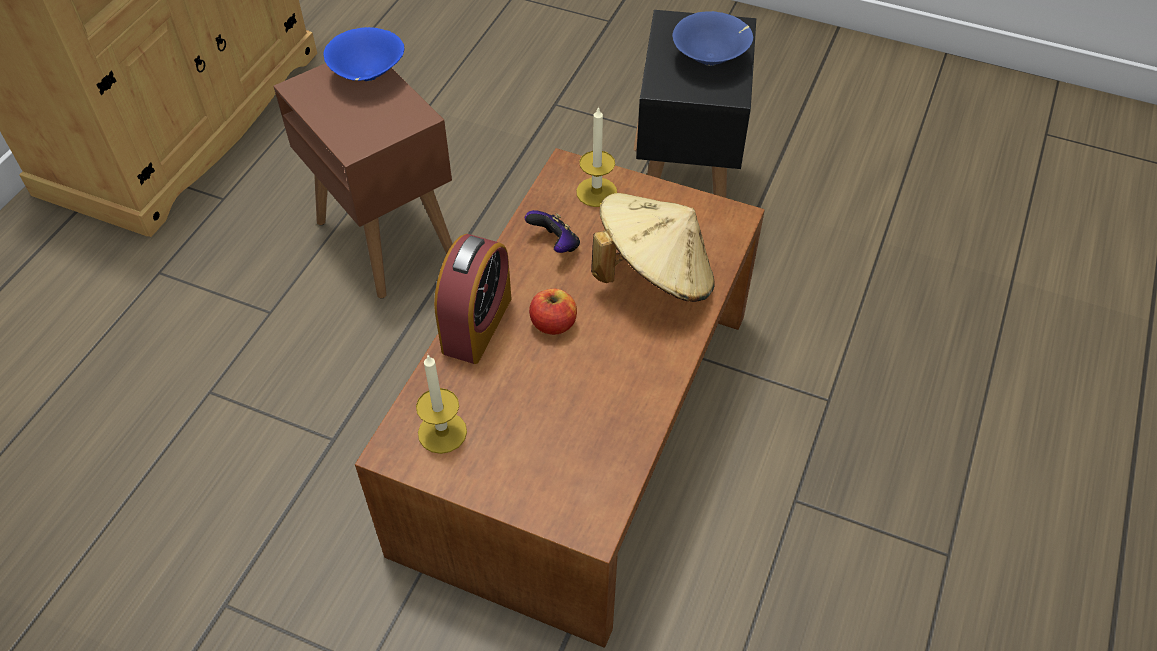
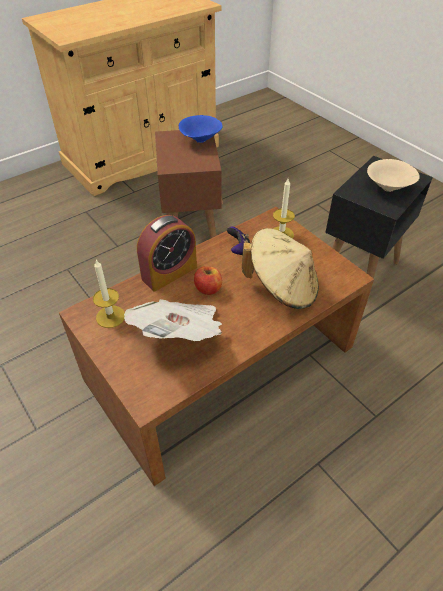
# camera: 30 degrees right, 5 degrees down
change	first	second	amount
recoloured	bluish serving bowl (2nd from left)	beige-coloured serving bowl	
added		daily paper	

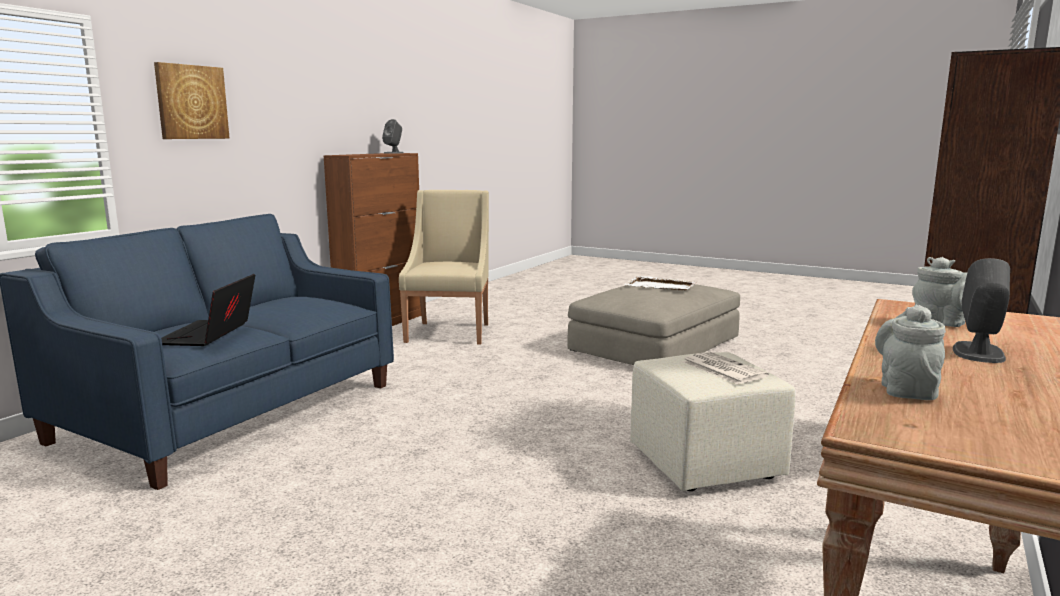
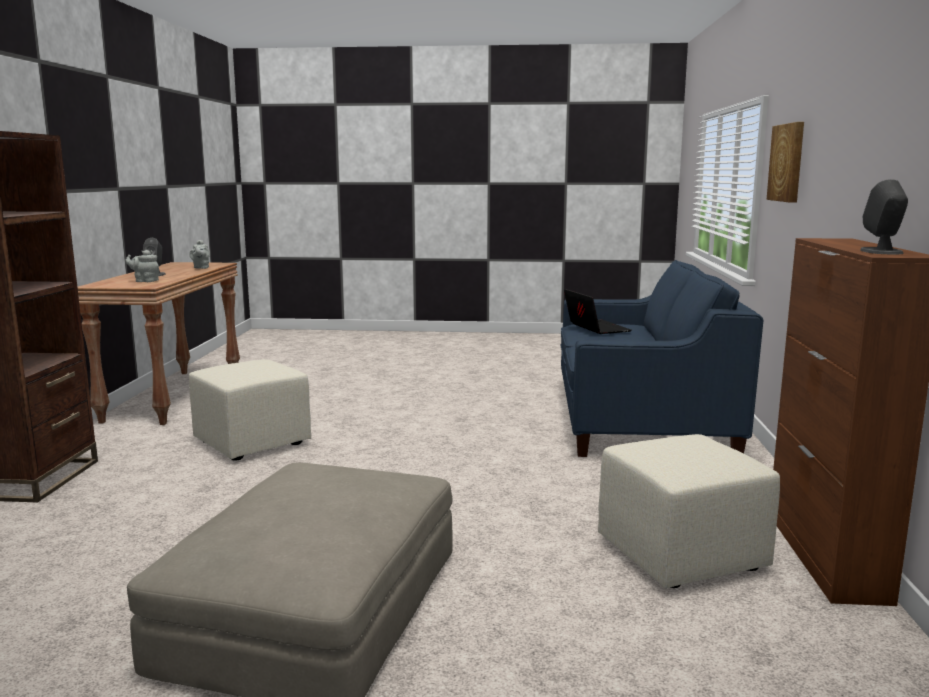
# camera: 155 degrees right, 0 degrees up
change	first	second	amount
replaced	beige-coloured lounge chair	beige-coloured footrest (3rd from left)	
removed	white-coloured carrying tray		
removed	daily paper		

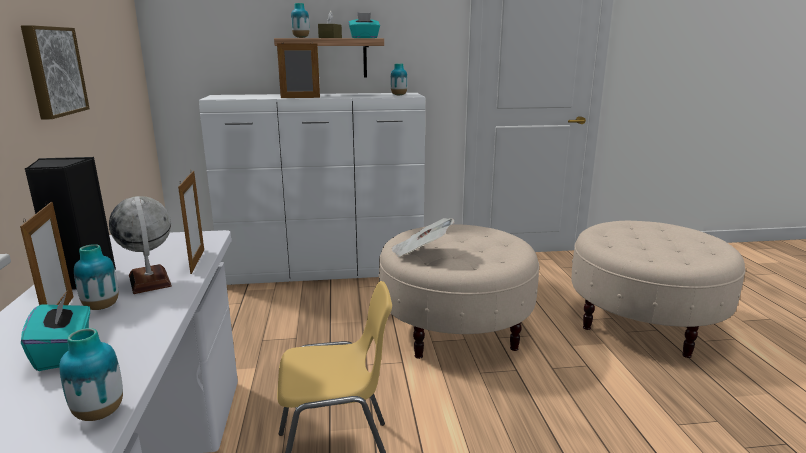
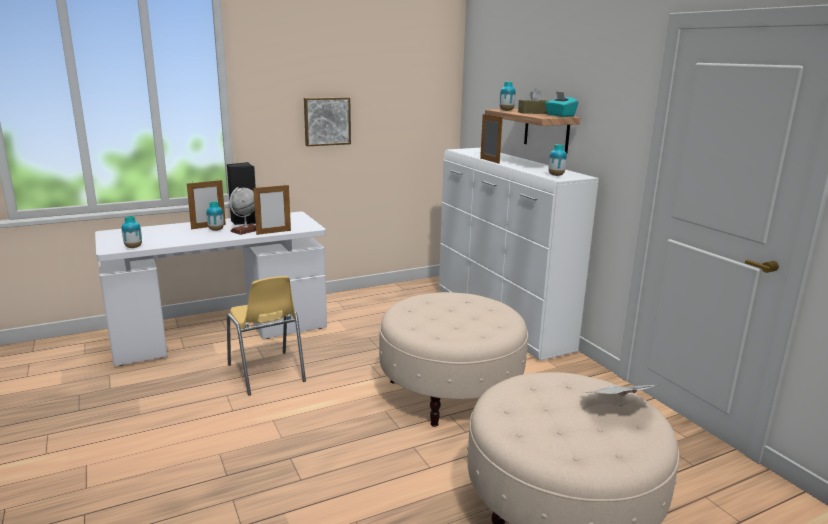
# camera: 70 degrees right, 0 degrees up
change	first	second	amount
moved	daily paper		
removed	turquoise tissue holder (1st from left)		

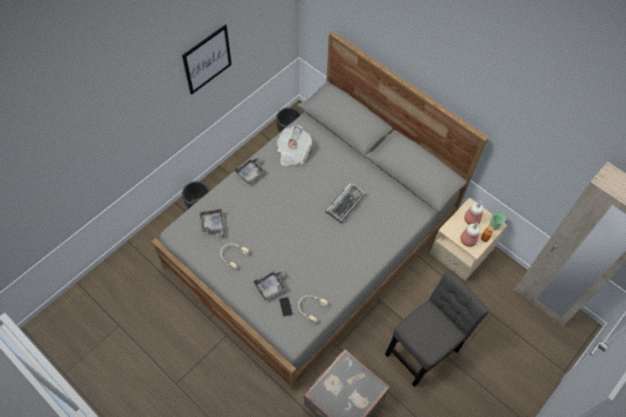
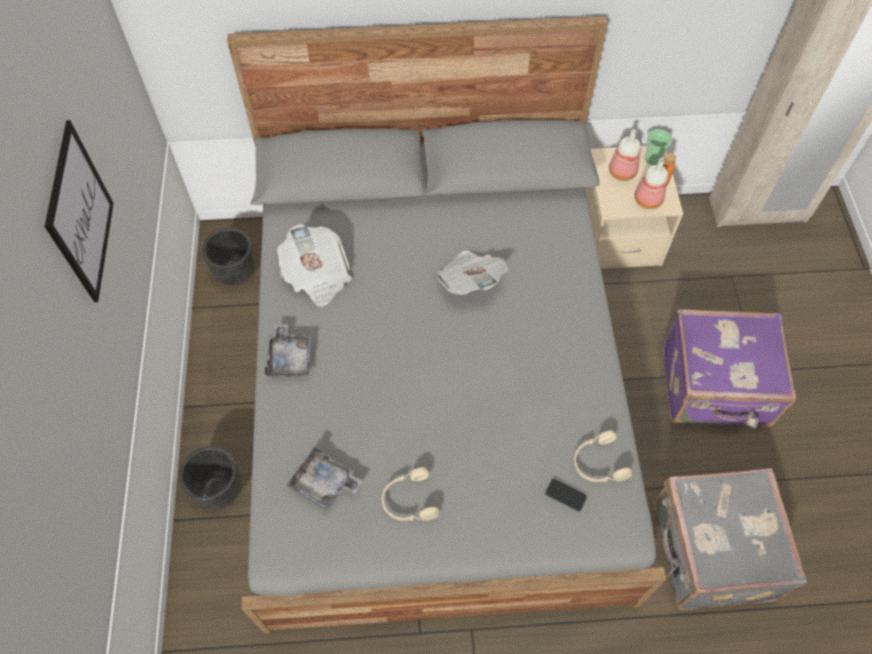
# camera: 45 degrees left, 0 degrees up
change	first	second	amount
replaced	keyboard	daily paper (2nd from left)	
removed	gray carrying tray (3rd from left)		
replaced	gray upright chair	purplish piece of luggage	

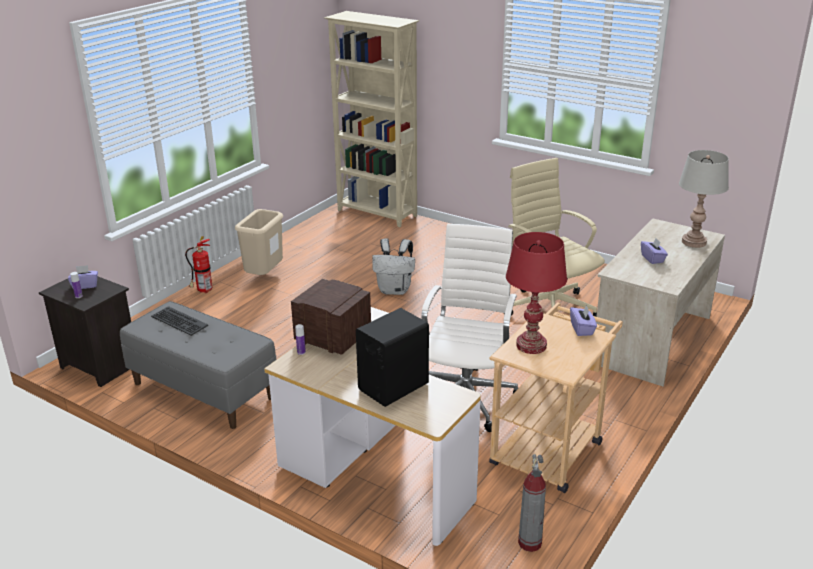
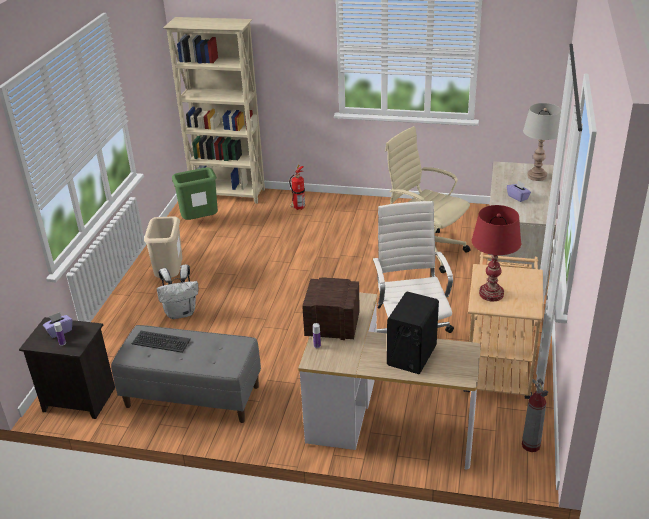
# camera: 20 degrees left, 5 degrees up
change	first	second	amount
moved	extinguisher (1st from left)		
moved	white-coloured knapsack		
removed	purplish tissue holder (2nd from left)		
added		green trash can	

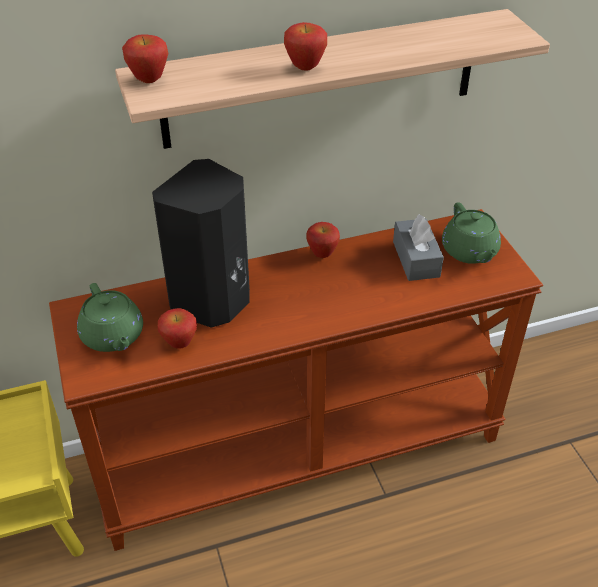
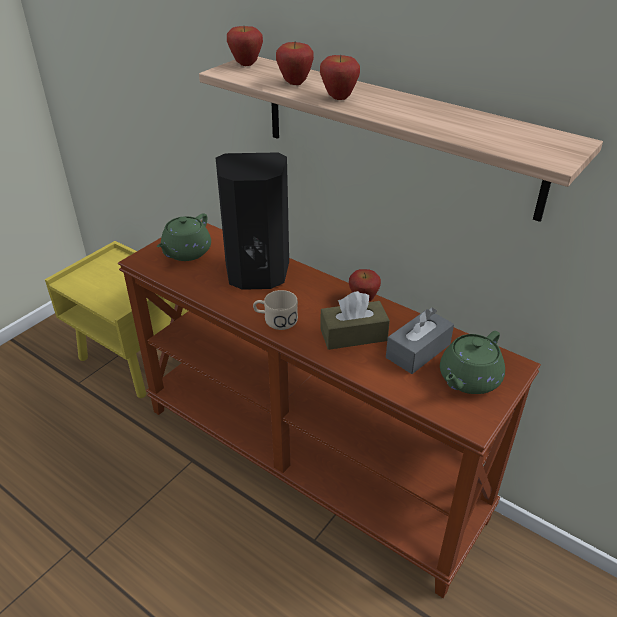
# camera: 55 degrees right, 5 degrees down
change	first	second	amount
moved	apple (2nd from left)		
added		beige-coloured tea mug	
added		brownish tissue holder	

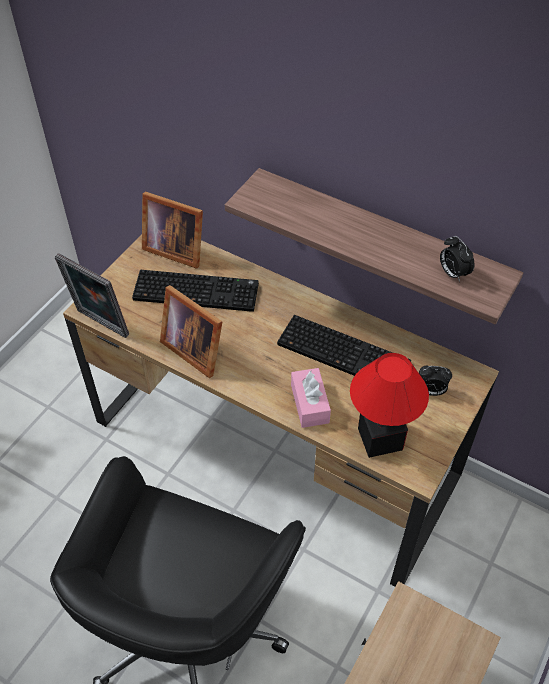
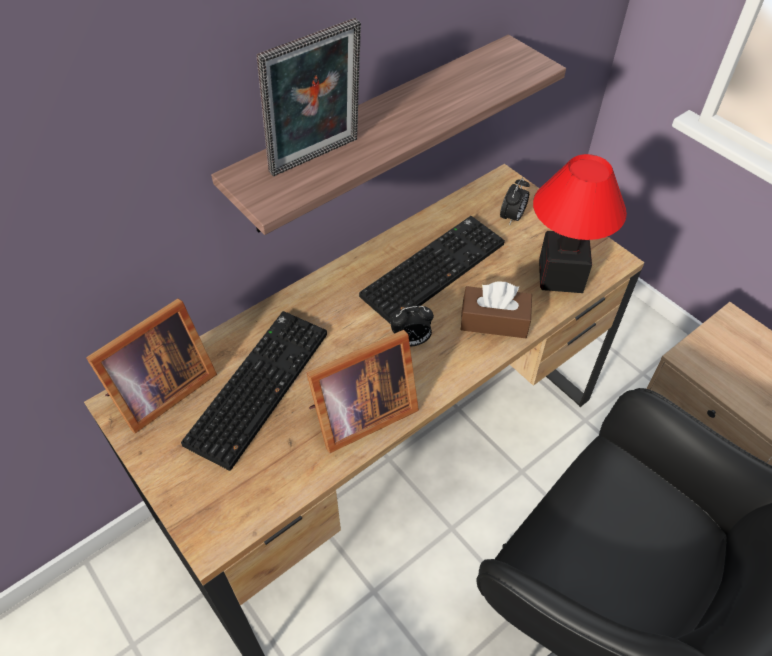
# camera: 70 degrees left, 0 degrees up
change	first	second	amount
moved	table clock (2nd from left in the first image)	table clock (1st from left)	
moved	standing frame (1st from left in the first image)	standing frame (2nd from left)	
recoloured	pinkish tissue holder	brownish tissue holder	

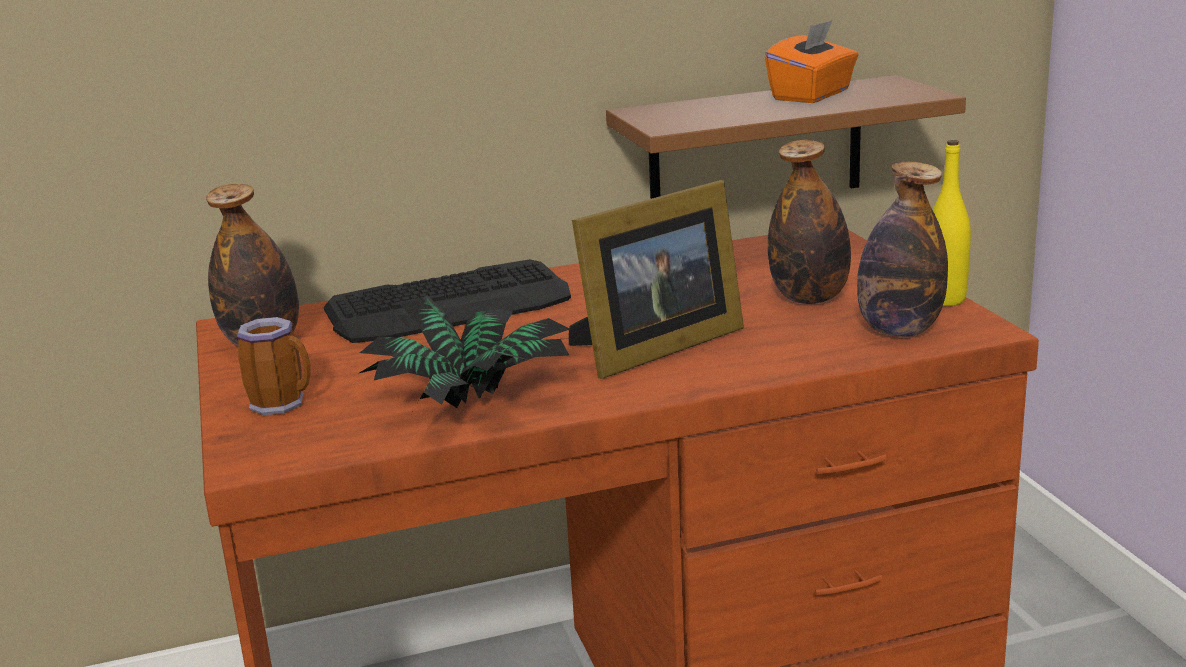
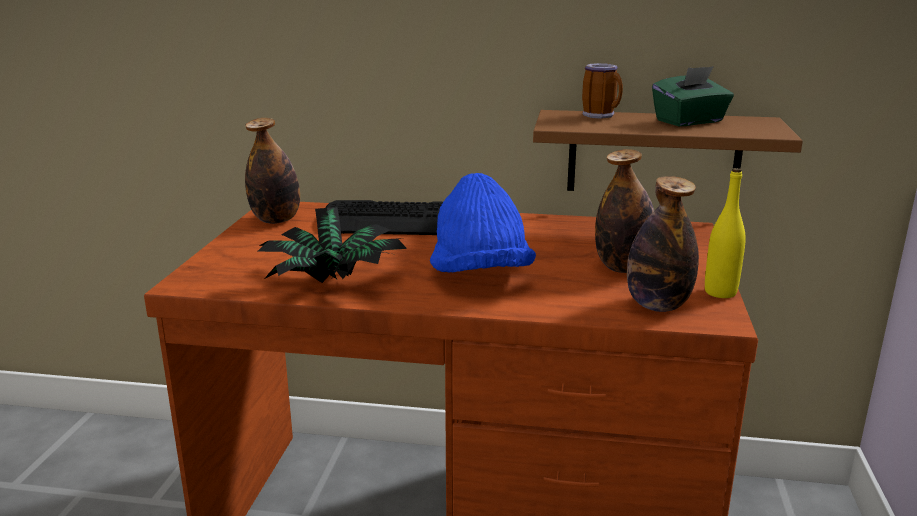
# camera: 25 degrees right, 0 degrees up
change	first	second	amount
recoloured	orangey tissue holder	green tissue holder	
replaced	standing frame	bluish wearable hat	
moved	tea mug		

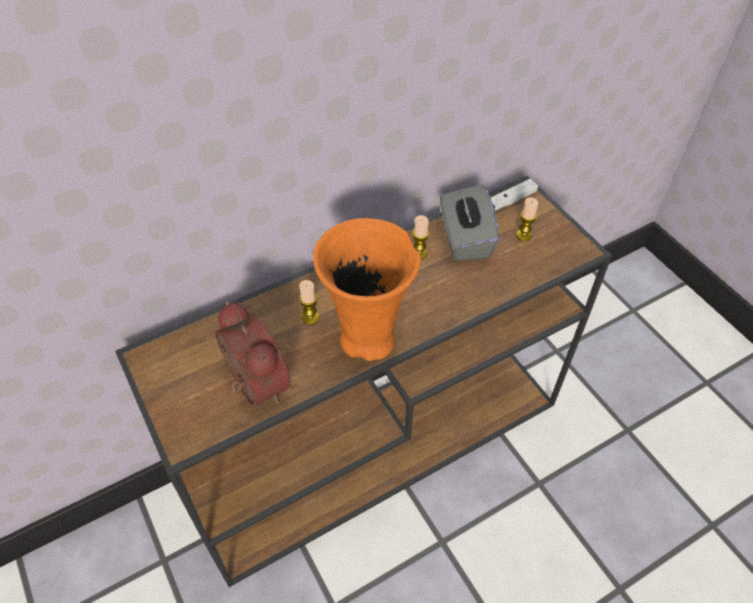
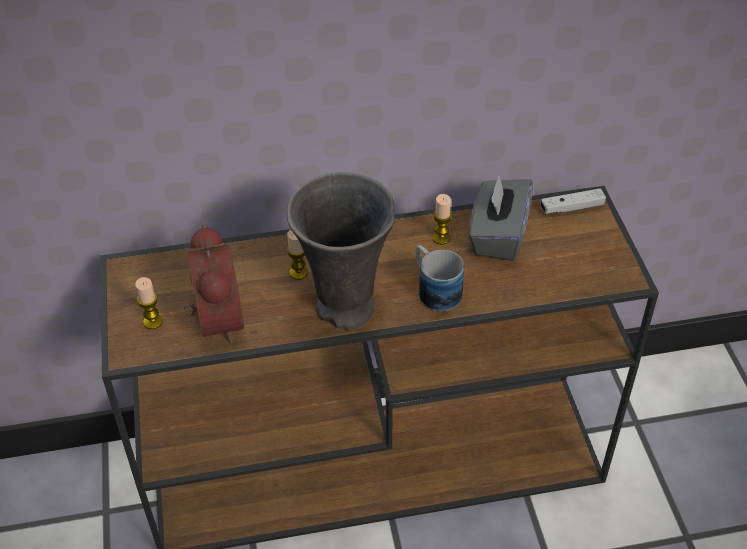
# camera: 20 degrees right, 5 degrees down
change	first	second	amount
moved	wax candle (3rd from left in the first image)	wax candle (1st from left)	
recoloured	orangey vase	gray vase	
added		tea mug	

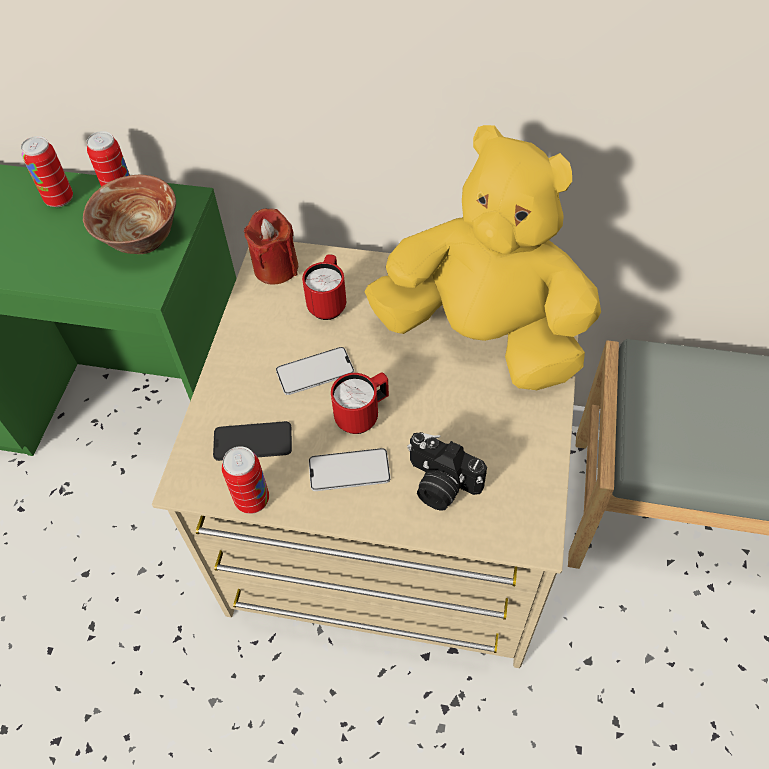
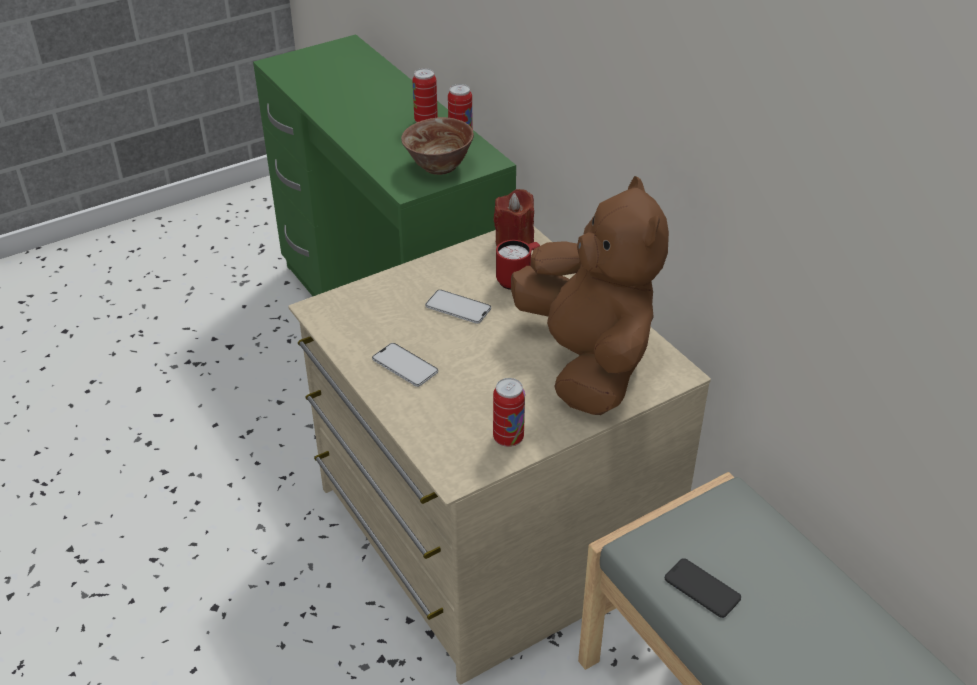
# camera: 45 degrees right, 15 degrees down
change	first	second	amount
recoloured	yellow cuddly toy	brownish cuddly toy	
removed	red tea mug (2nd from left)		
moved	handset (1st from left in the first image)	handset (3rd from left)	
removed	photo camera		
moved	metal can (3rd from left)		

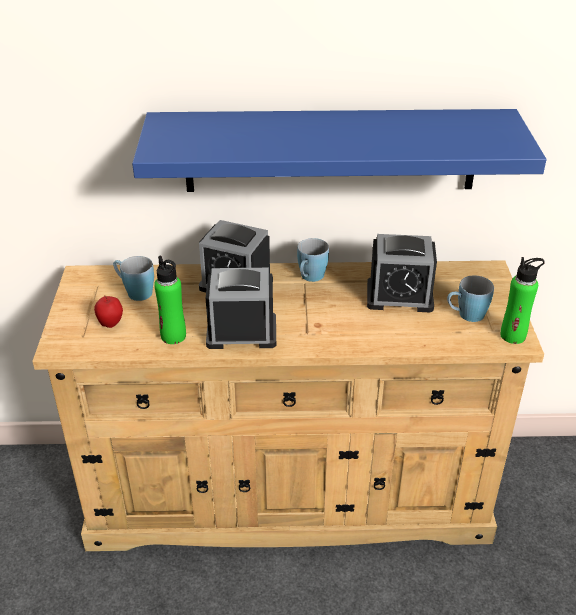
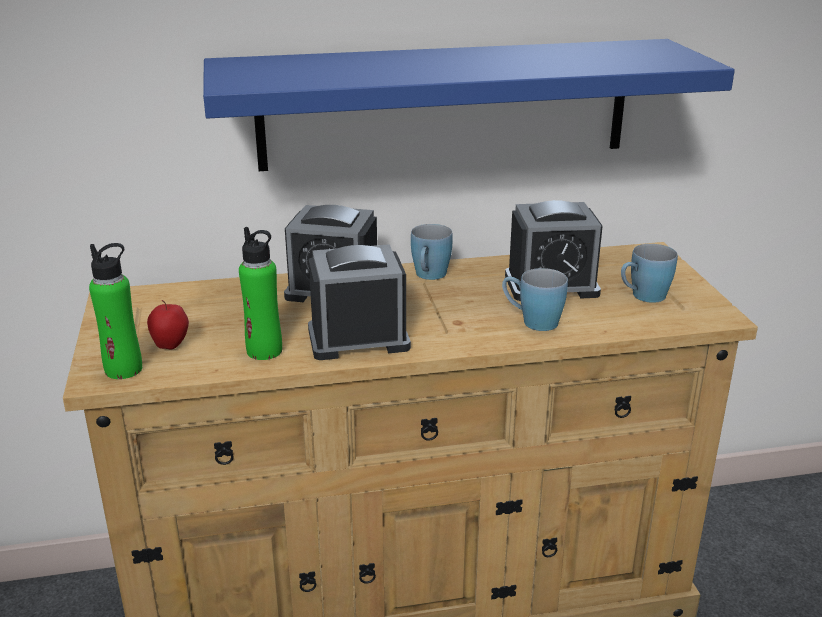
# camera: 10 degrees left, 10 degrees down
change	first	second	amount
moved	bluish tea mug (1st from left in the first image)	bluish tea mug (2nd from left)	
moved	green drink bottle (2nd from left in the first image)	green drink bottle (1st from left)	

